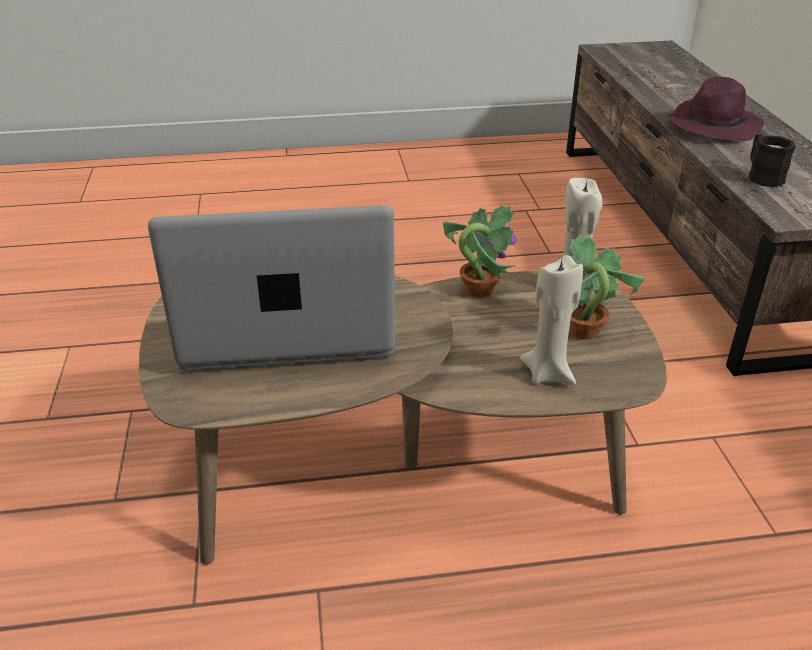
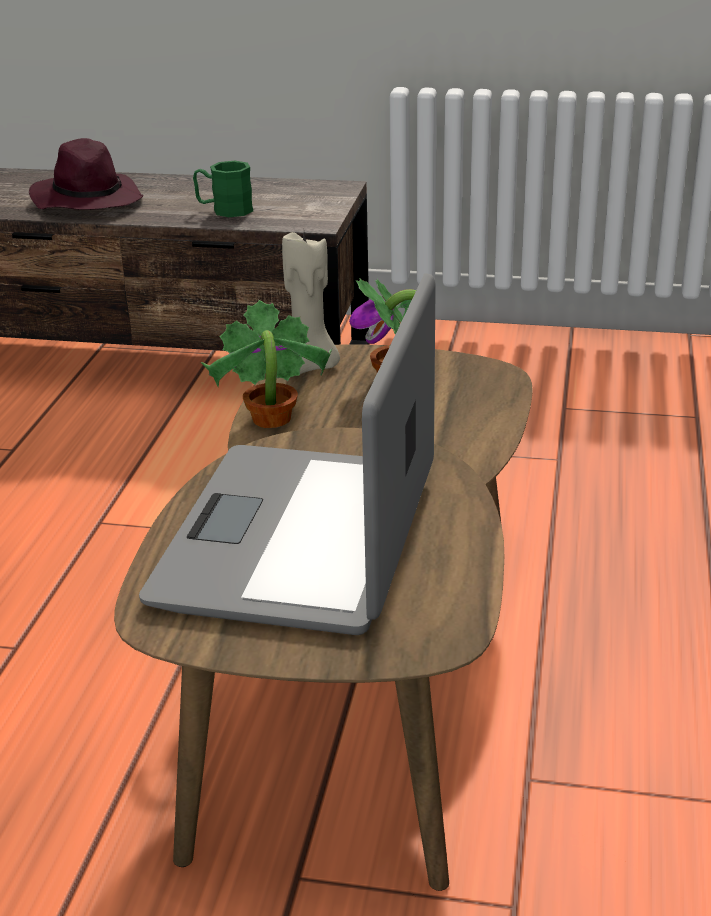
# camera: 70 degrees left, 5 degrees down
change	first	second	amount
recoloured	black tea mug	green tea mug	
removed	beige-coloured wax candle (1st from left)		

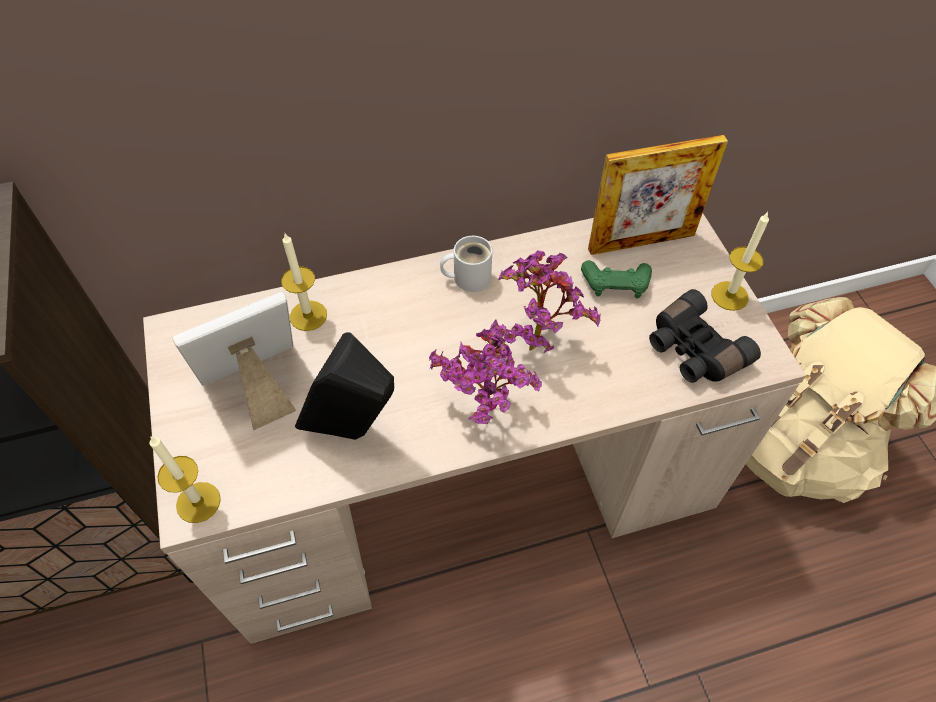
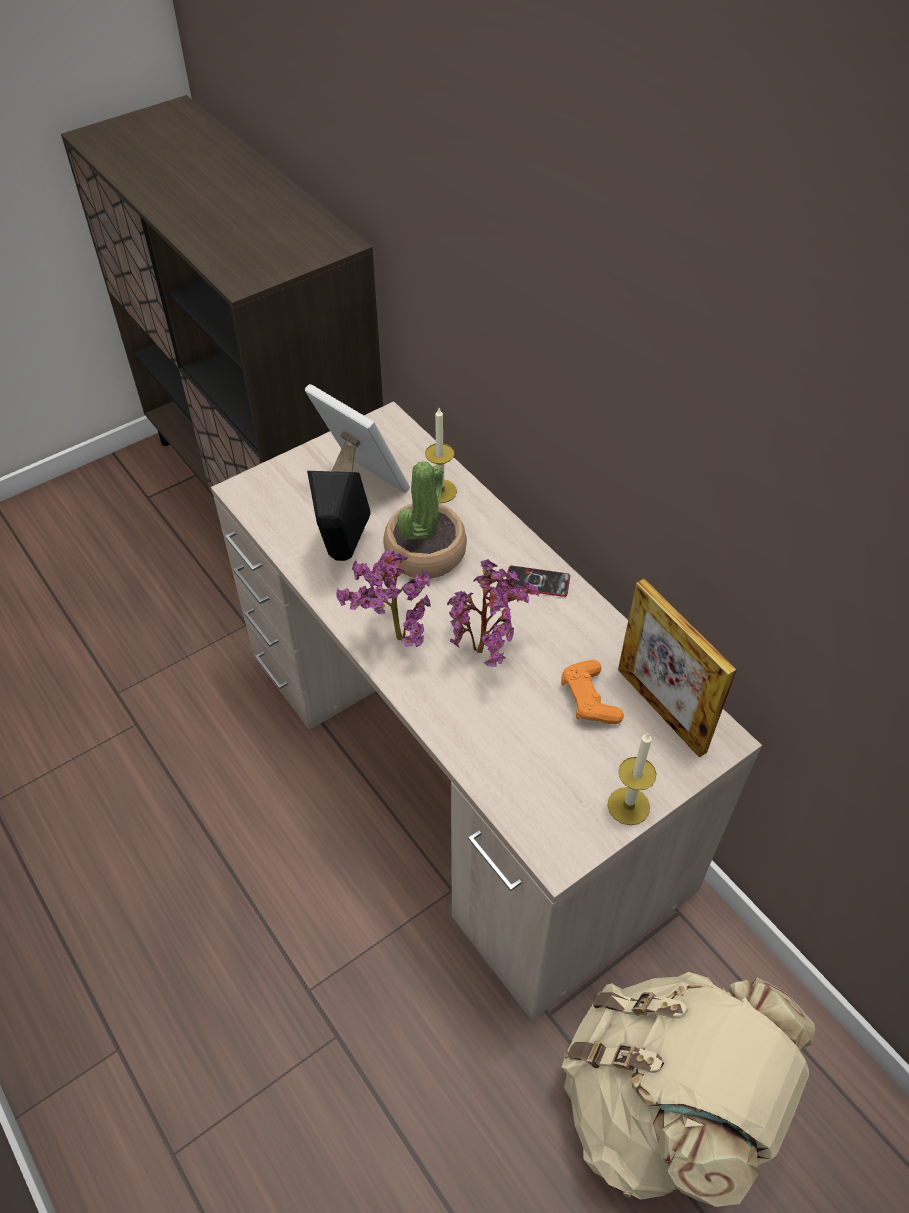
# camera: 70 degrees right, 5 degrees down
change	first	second	amount
replaced	white-coloured tea mug	handset	
recoloured	green game controller	orangey game controller	
removed	black field glasses		
removed	wax candle (1st from left)		
added		potted plant (2nd from left)	

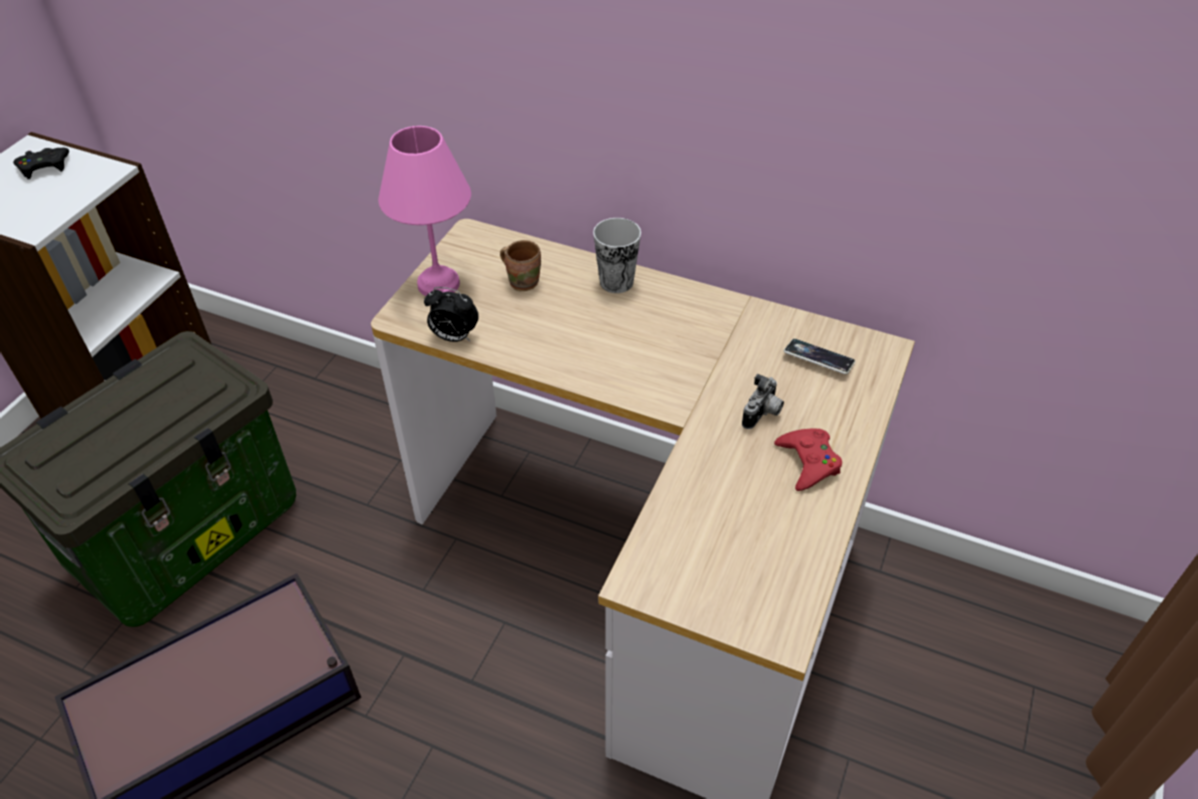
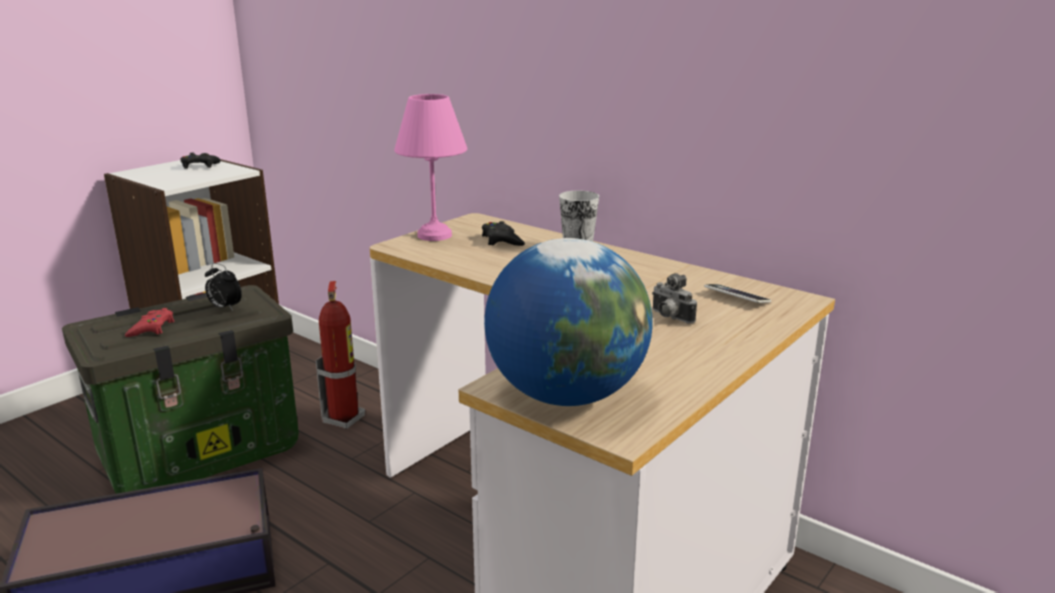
# camera: 15 degrees right, 25 degrees down
change	first	second	amount
replaced	brownish tea mug	black game controller (2nd from left)	
moved	table clock		
turned	photo camera		90 degrees clockwise
moved	red game controller		
added		desk globe	
added		extinguisher	

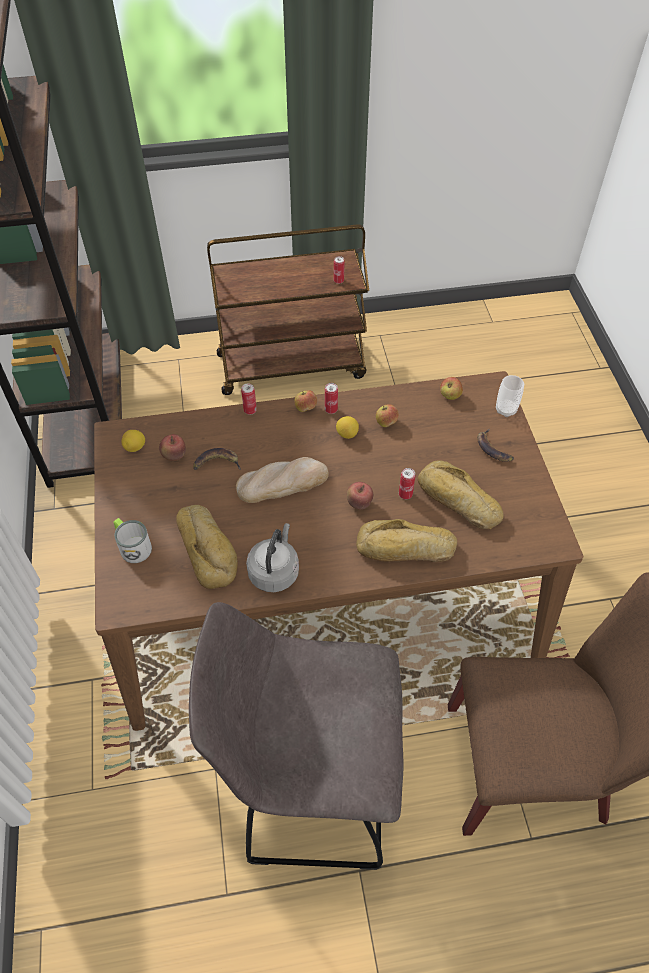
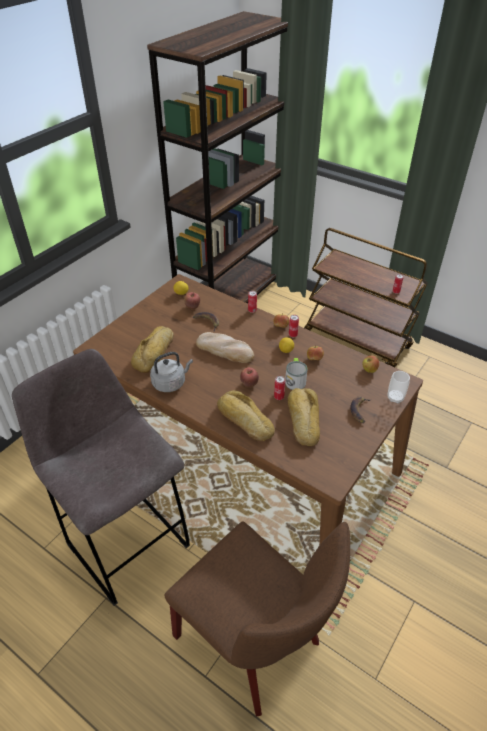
# camera: 45 degrees right, 10 degrees down
change	first	second	amount
moved	tea mug		

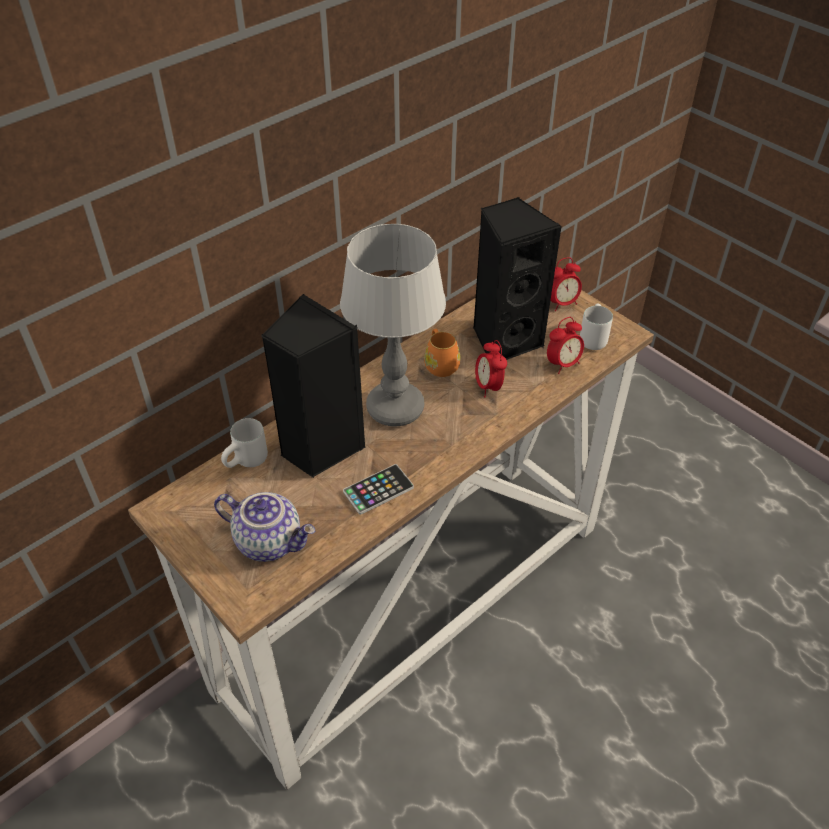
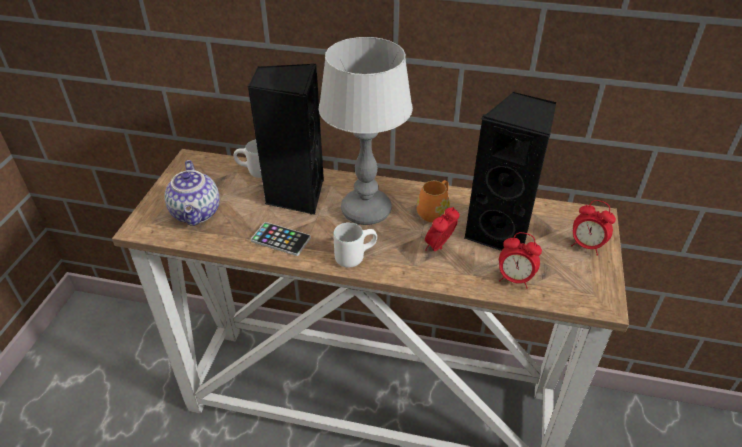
# camera: 55 degrees right, 5 degrees down
change	first	second	amount
moved	white-coloured tea mug (2nd from left)		

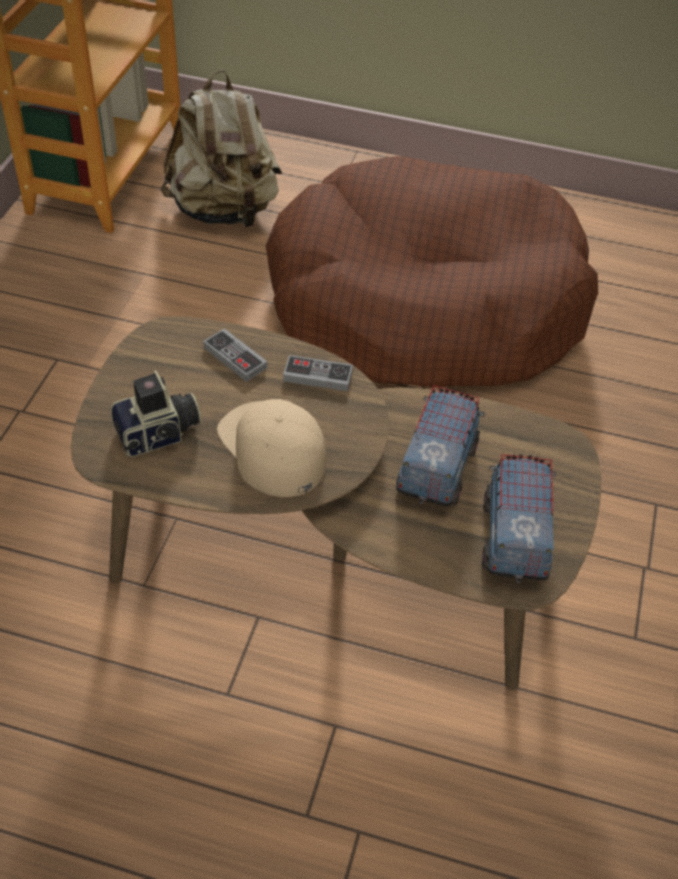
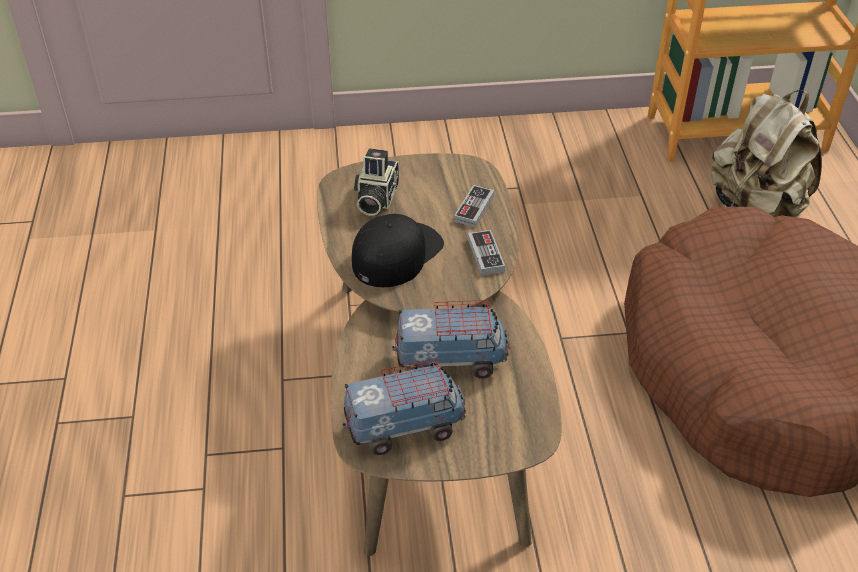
# camera: 70 degrees right, 5 degrees down
change	first	second	amount
turned	photo camera		60 degrees clockwise
recoloured	beige-coloured cap	black cap	

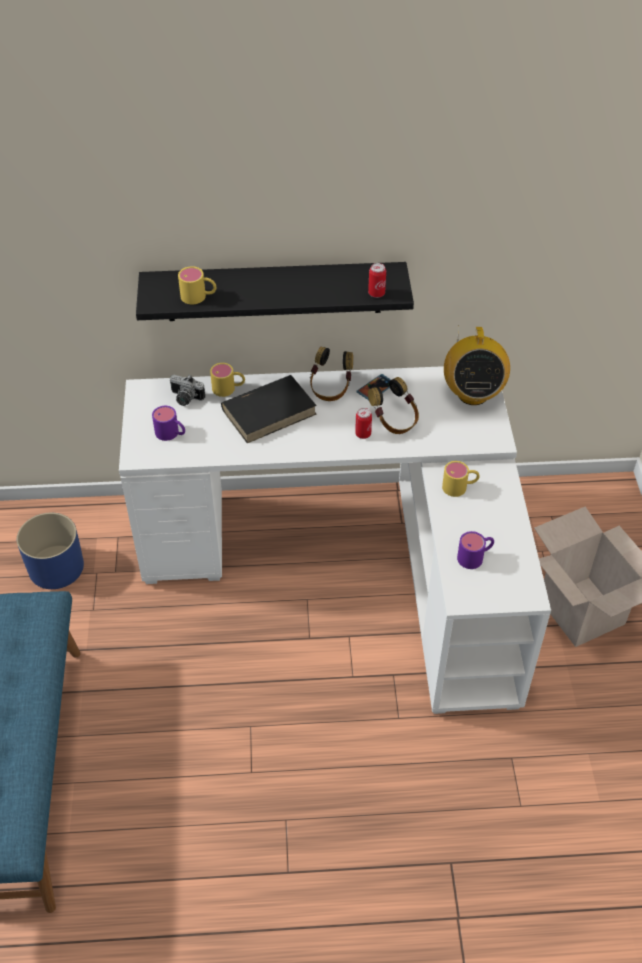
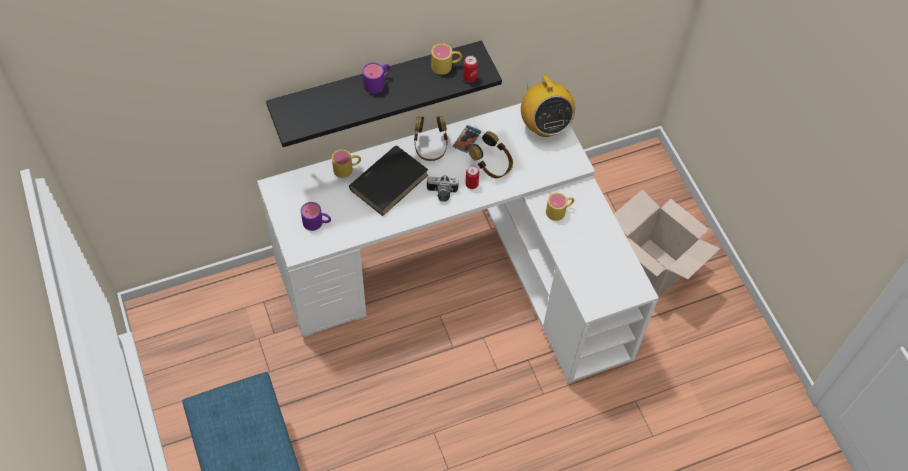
# camera: 20 degrees left, 10 degrees up
change	first	second	amount
moved	yellow tea mug (1st from left in the first image)	yellow tea mug (2nd from left)	
moved	photo camera		
removed	bluish flower pot		
moved	purplish tea mug (2nd from left)		

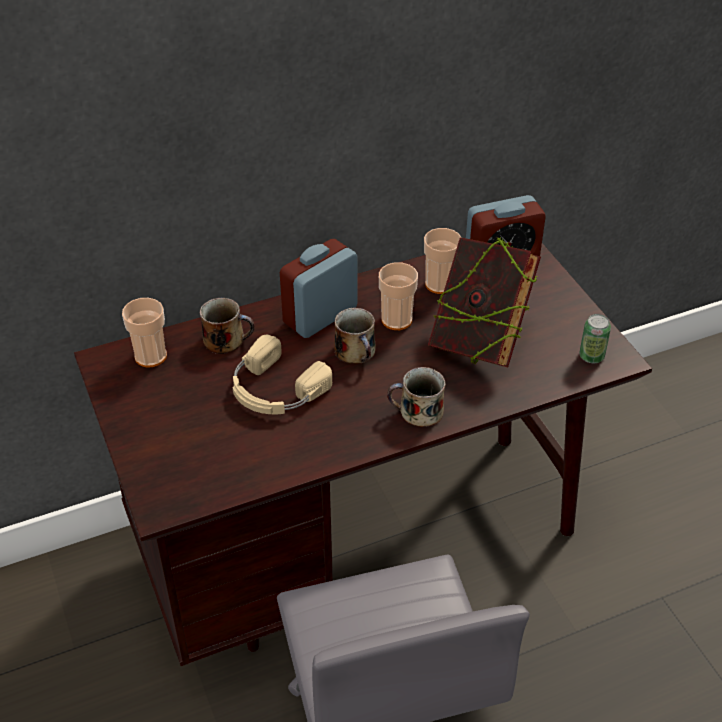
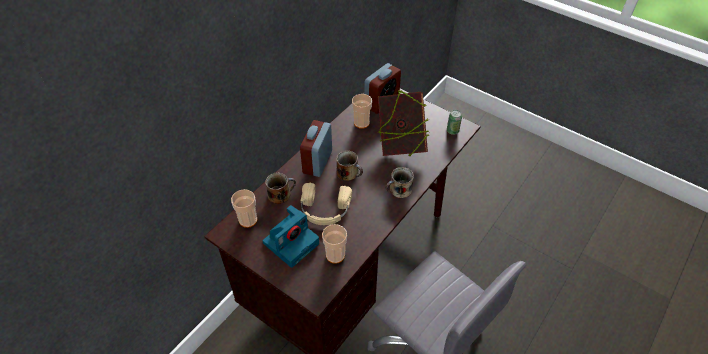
# camera: 30 degrees left, 5 degrees up
change	first	second	amount
moved	small cup (2nd from left)		
added		photo camera	

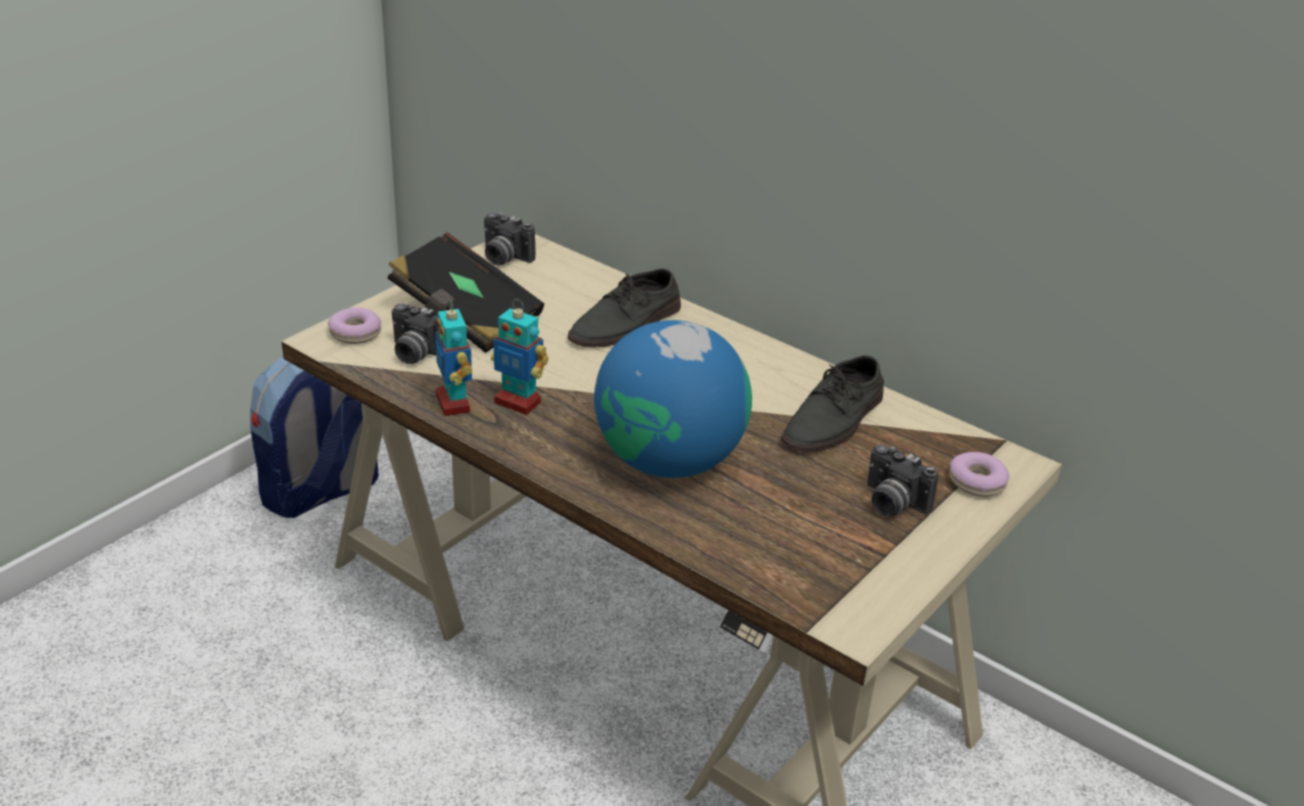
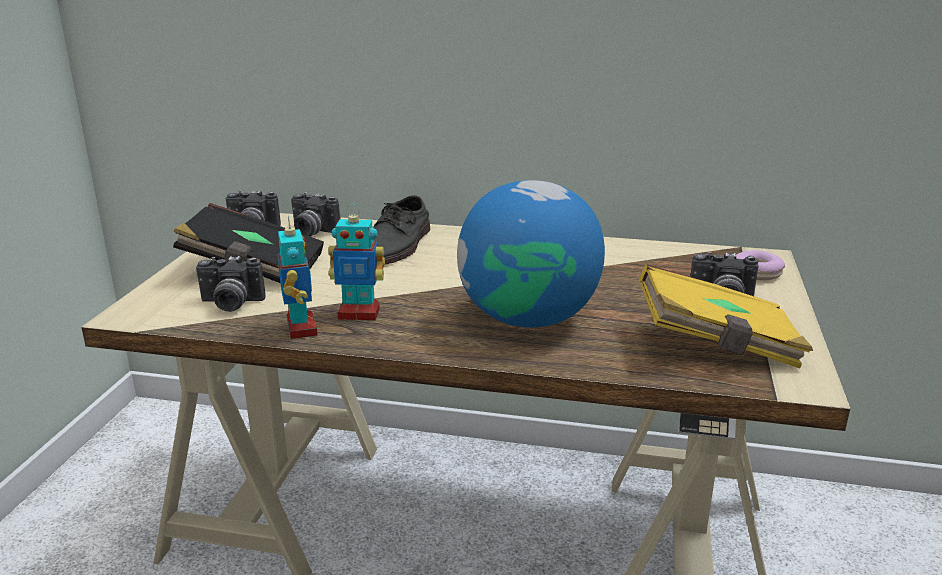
# camera: 25 degrees left, 10 degrees down
change	first	second	amount
turned	robot figure (1st from left)		150 degrees counterclockwise
removed	doughnut (1st from left)		
removed	gray shoe (2nd from left)		
removed	knapsack		
added		photo camera (3rd from left)	
added		yellow volume	

